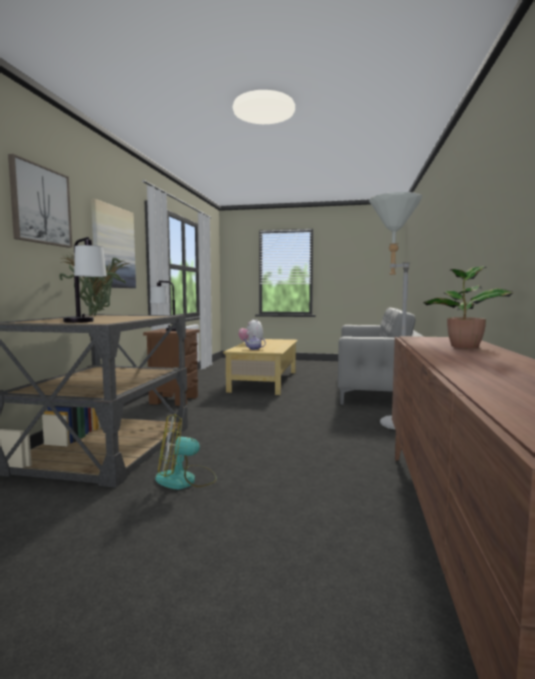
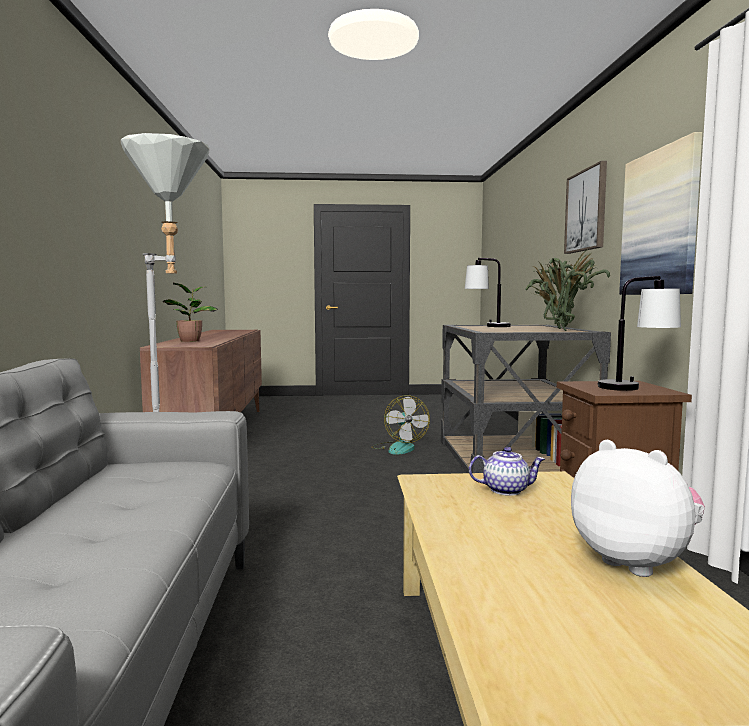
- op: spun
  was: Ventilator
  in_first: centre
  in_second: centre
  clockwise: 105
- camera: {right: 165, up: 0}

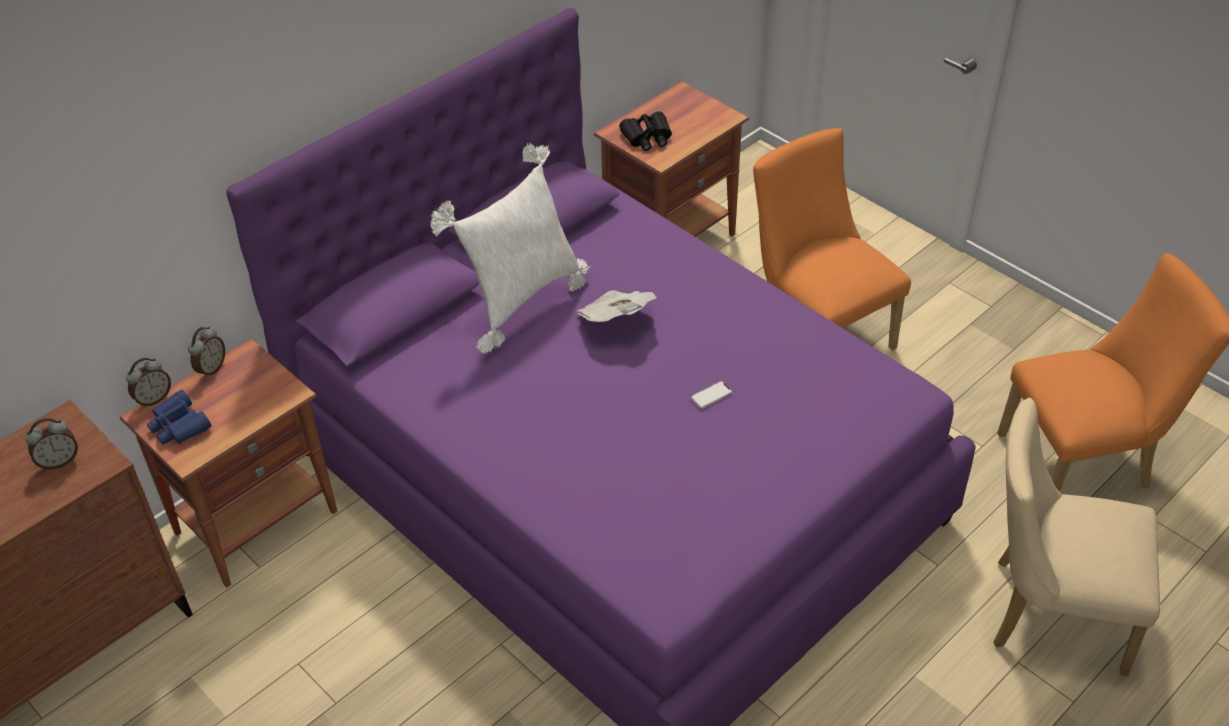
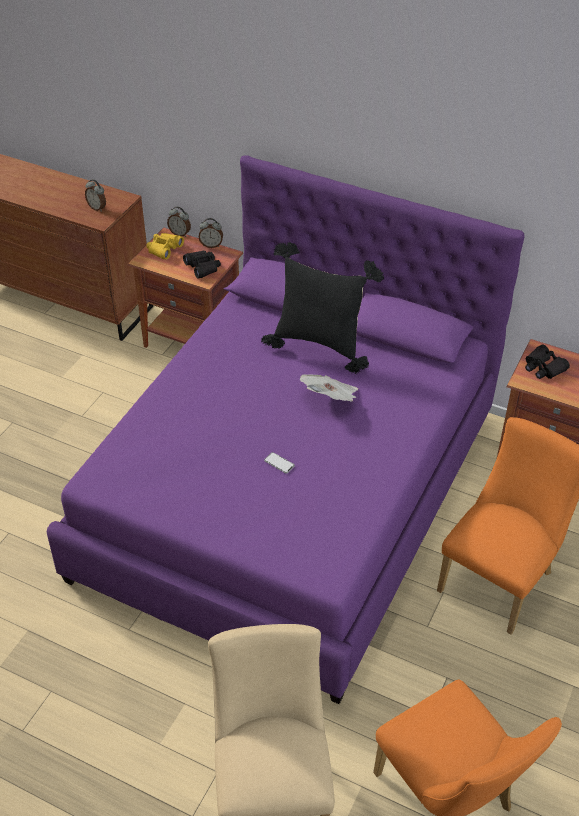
- op: colour
  was: Fernglas/blau
  now: Fernglas/gelb
  in_first: middle left
  in_second: top left
- op: colour
  was: Kissen/weiß
  now: Kissen/schwarz
  in_first: centre
  in_second: centre
- op: appeared
  now: Fernglas/schwarz (no. 1 from left)
  in_second: top centre
- camera: {right: 70, up: 0}

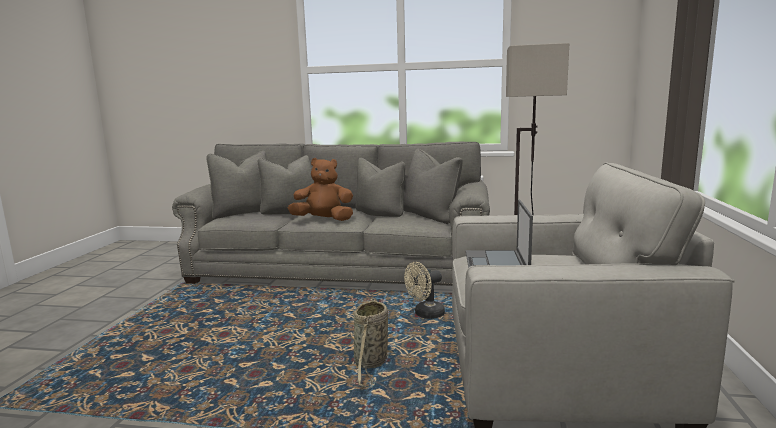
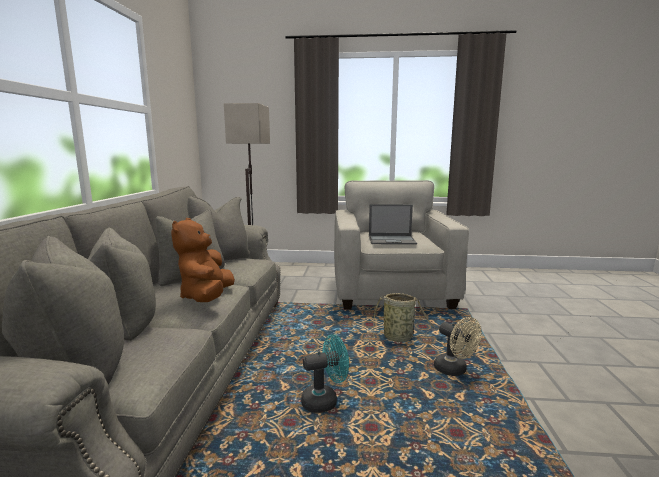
- op: relocated
  was: Ventilator/beige
  in_first: bottom centre
  in_second: bottom right
- op: appeared
  now: Ventilator/türkis
  in_second: bottom centre
- camera: {right: -95, up: 0}

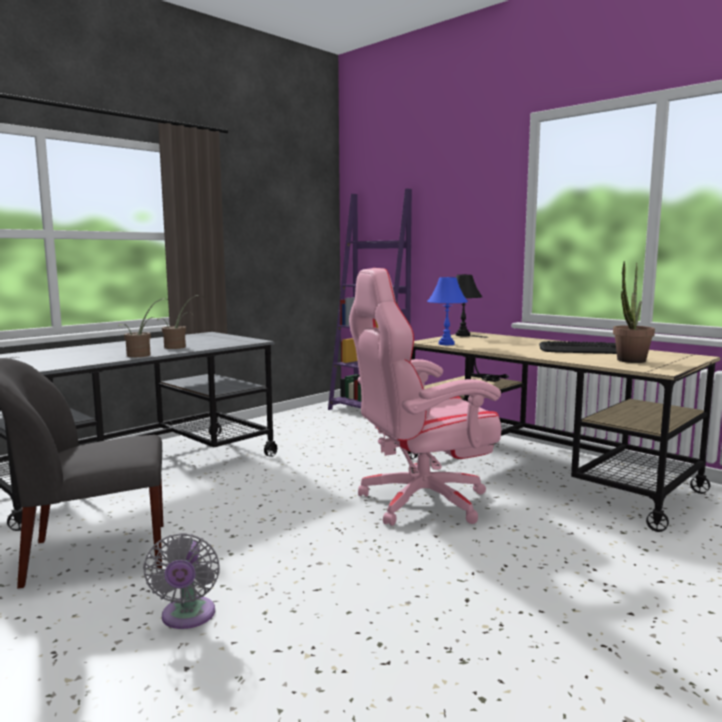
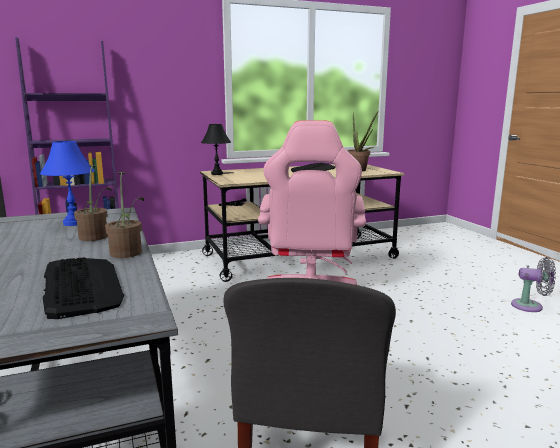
- op: relocated
  was: Ventilator/grau
  in_first: bottom left
  in_second: middle right
- op: relocated
  was: Tischlampe/blau
  in_first: centre
  in_second: middle left
- op: appeared
  now: Tastatur (no. 1 from left)
  in_second: middle left
- camera: {right: -65, up: 5}

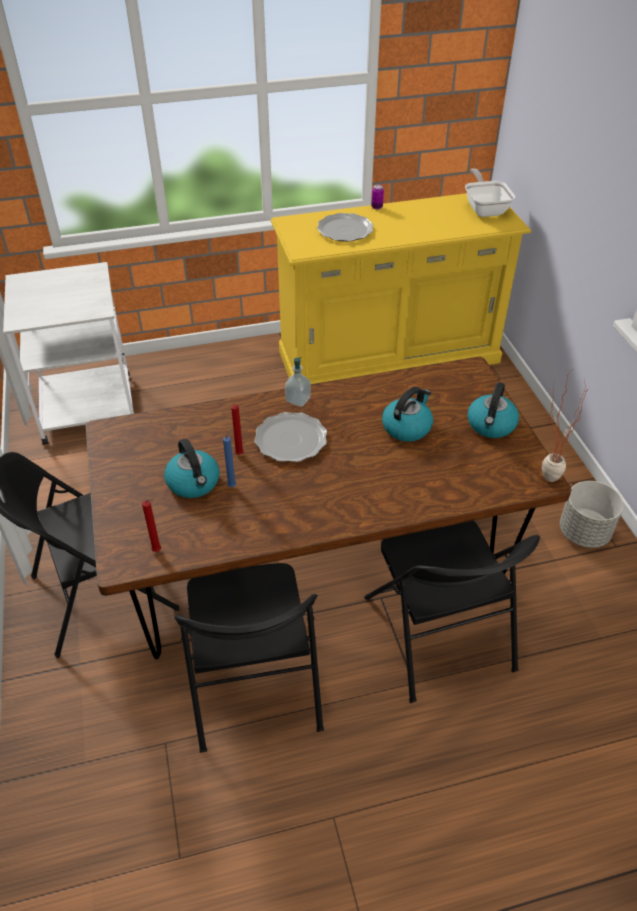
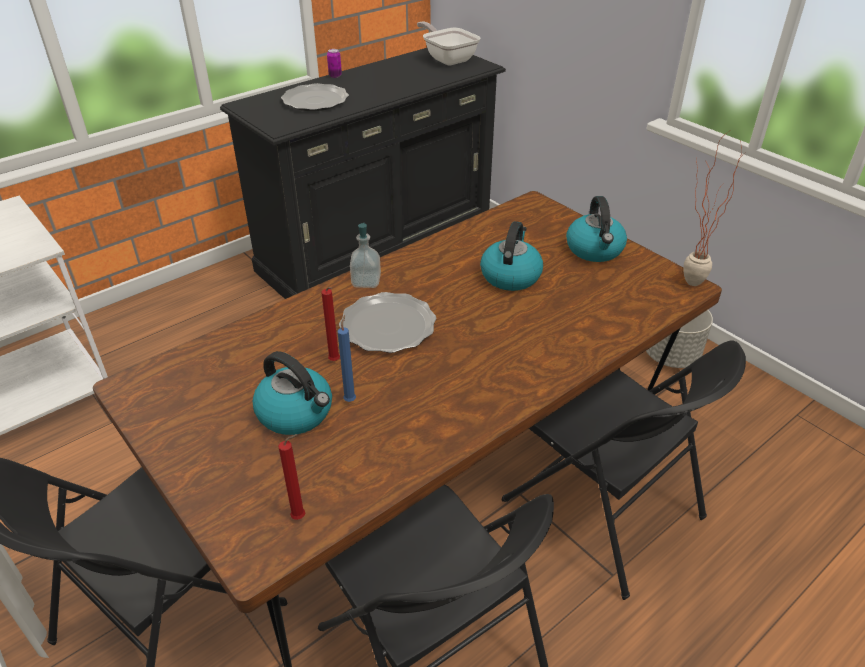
- op: colour
  was: Schrank/gelb
  now: Schrank/schwarz
  in_first: top centre
  in_second: top centre
- camera: {right: -25, up: -5}

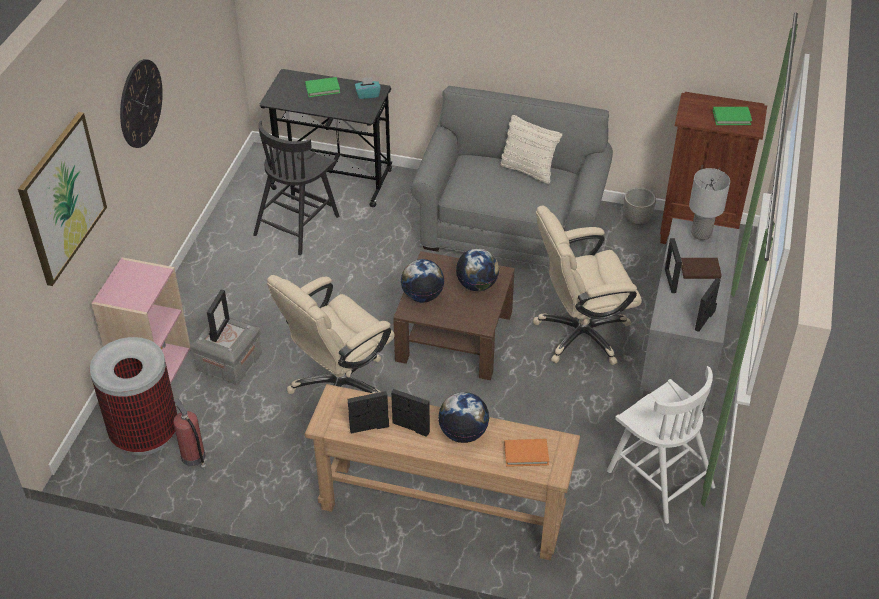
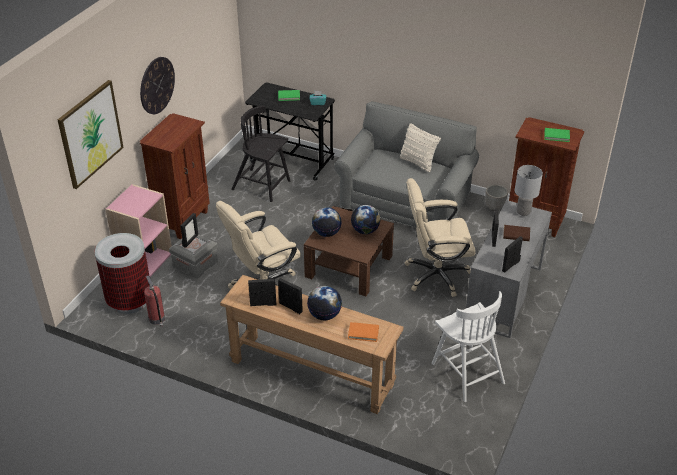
- op: spun
  was: Stuhl/schwarz
  in_first: top centre
  in_second: top centre
  clockwise: 75
- op: appeared
  now: Schrank/braun (no. 1 from left)
  in_second: middle left
- camera: {right: 10, up: -5}

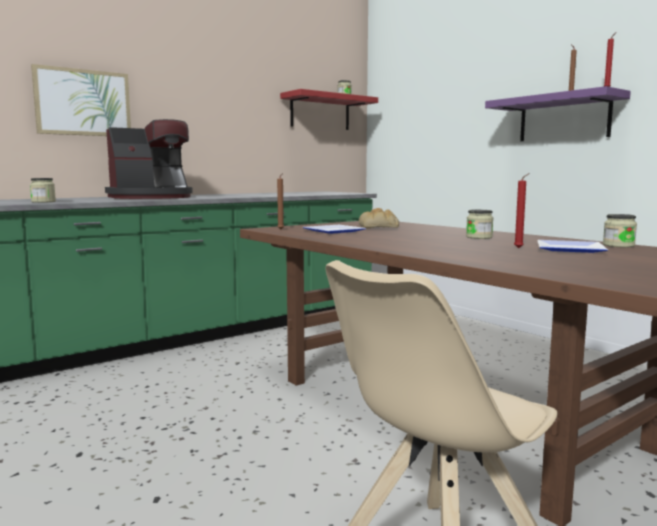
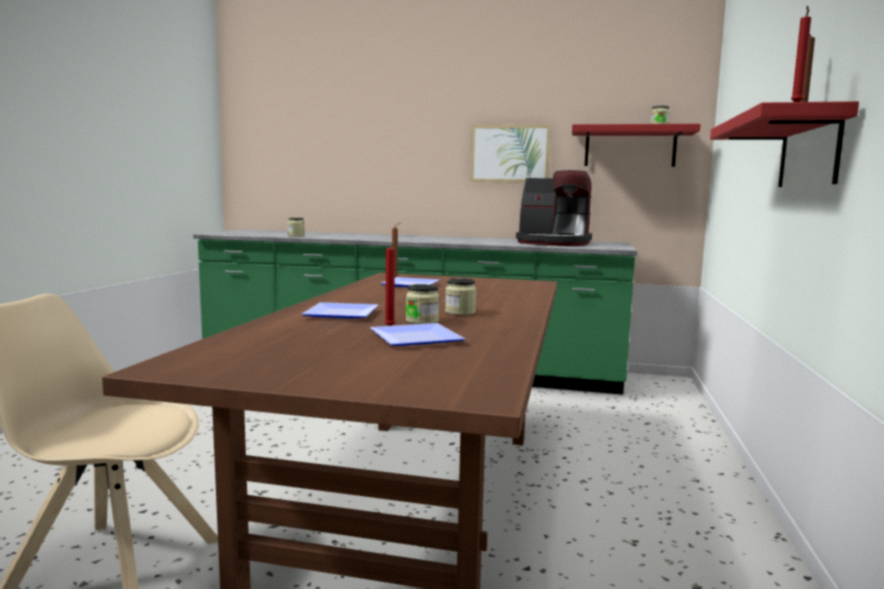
- op: relocated
  was: Bild
  in_first: top left
  in_second: top centre
- op: relocated
  was: Kaffeemaschine
  in_first: top left
  in_second: centre
- op: missing
  was: Brot
  in_first: centre
- op: colour
  was: Wandregal/lila
  now: Wandregal/rot (no. 2 from left)
  in_first: top right
  in_second: top right
- op: relocated
  was: Vorratsglas (no. 4 from left in the first image)
  now: Vorratsglas (no. 2 from left)
  in_first: middle right
  in_second: centre
- op: appeared
  now: Teller (no. 1 from left)
  in_second: centre
- camera: {right: 50, up: 0}

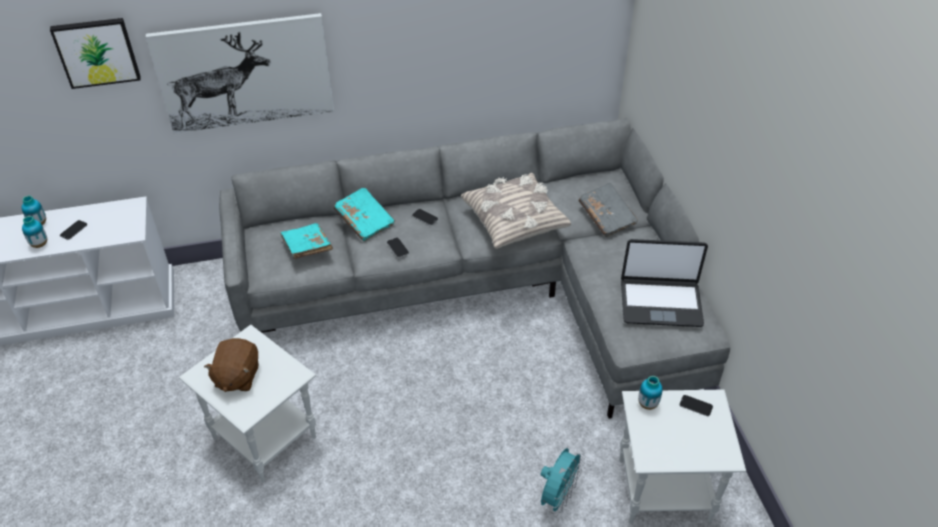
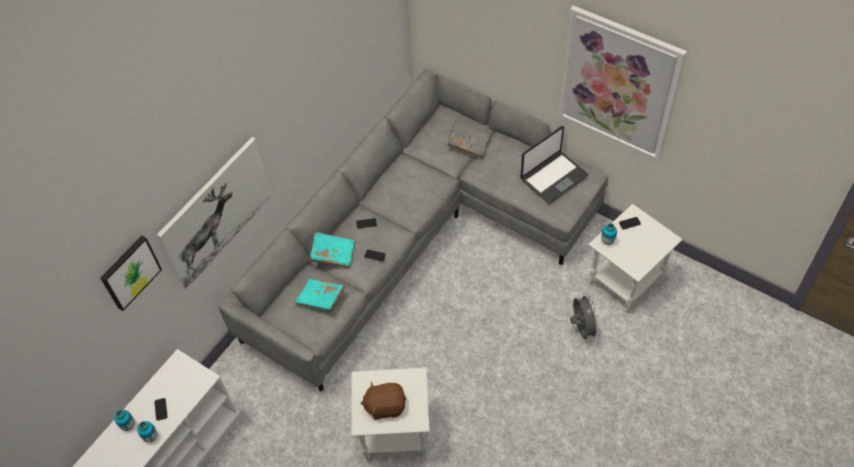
- op: spun
  was: Plüschtier/braun
  in_first: bottom left
  in_second: bottom centre
  clockwise: 120
- op: missing
  was: Kissen/beige
  in_first: centre
- op: colour
  was: Ventilator/türkis
  now: Ventilator/grau
  in_first: bottom centre
  in_second: bottom right
- op: appeared
  now: Bild (no. 3 from left)
  in_second: top right
- camera: {right: -40, up: 10}

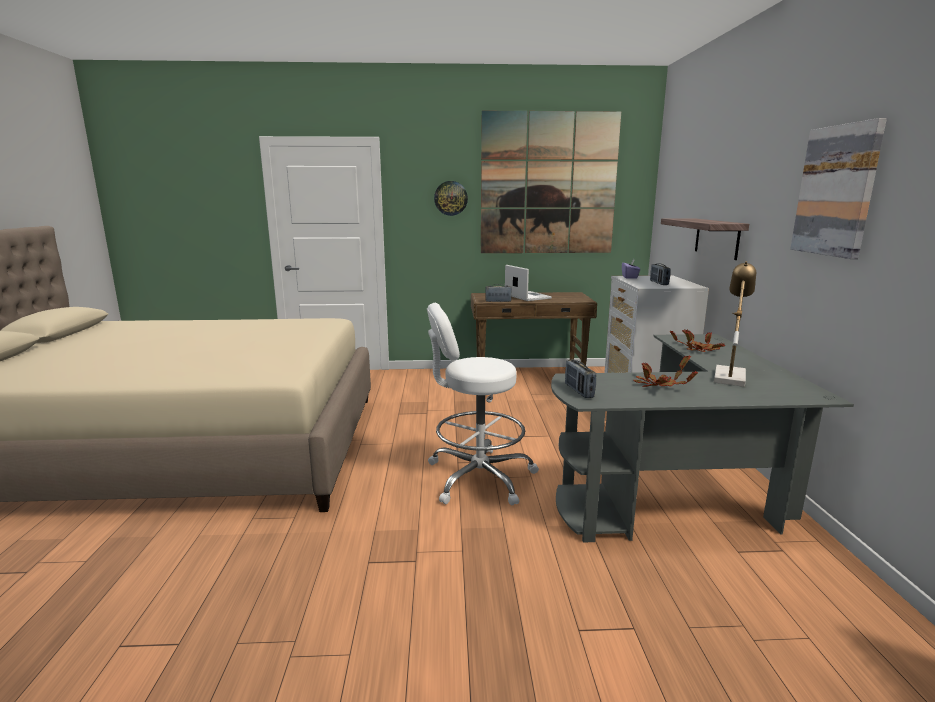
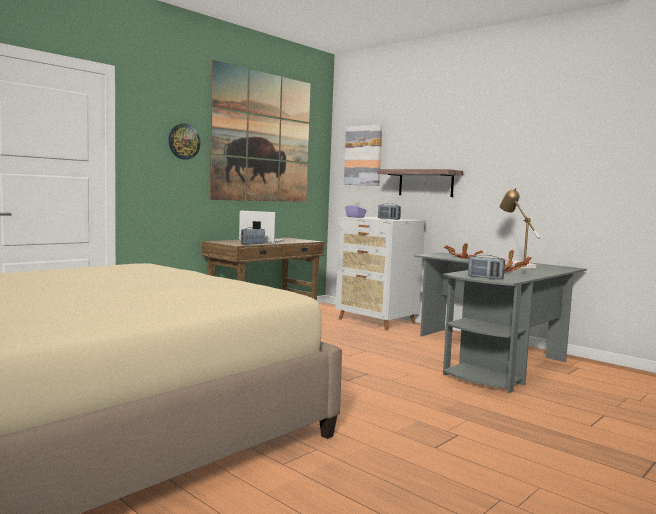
- op: missing
  was: Hocker/weiß
  in_first: centre
- op: relocated
  was: Bild (no. 2 from left)
  in_first: top right
  in_second: top centre
- camera: {right: -45, up: -10}

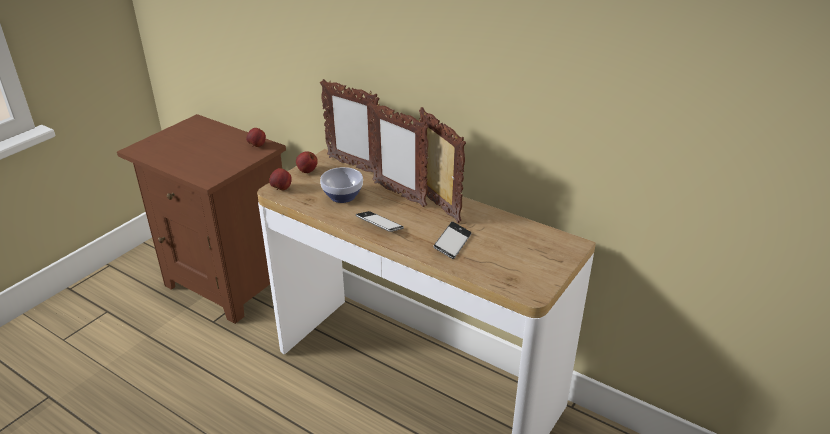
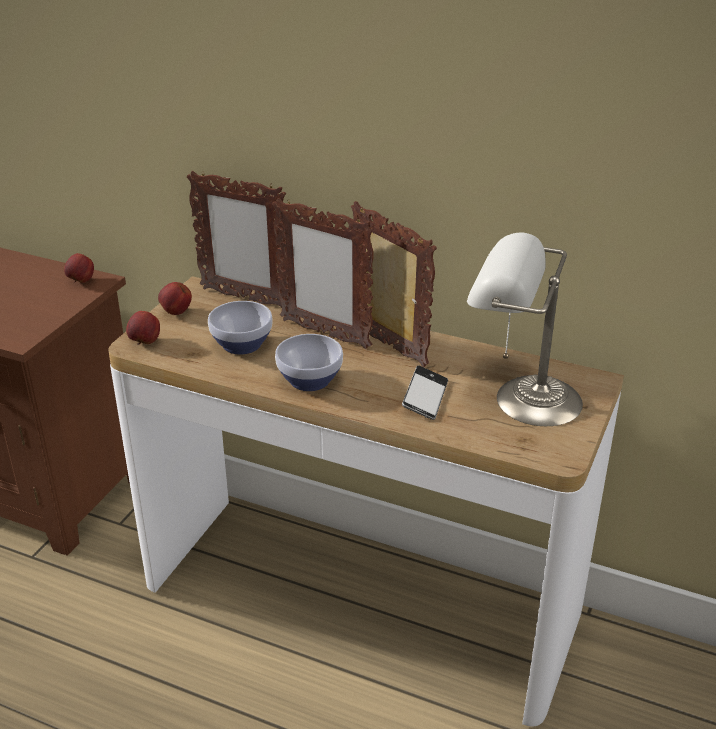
- op: exchanged
  was: Handy (no. 1 from left)
  now: Schüssel (no. 2 from left)
  in_first: centre
  in_second: centre
- op: appeared
  now: Tischlampe/weiß
  in_second: middle right
- camera: {right: -10, up: 0}

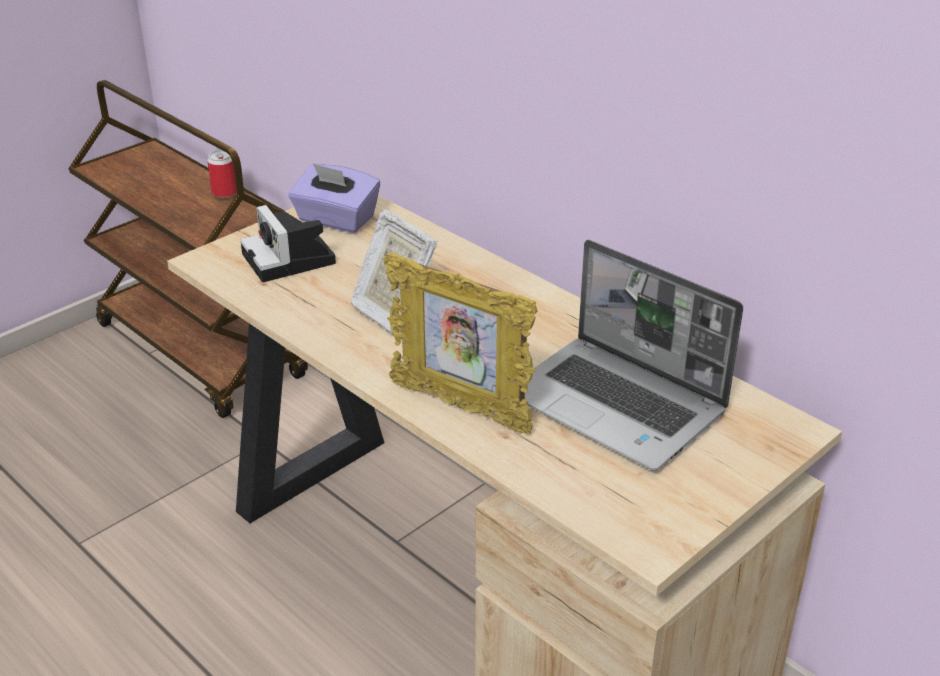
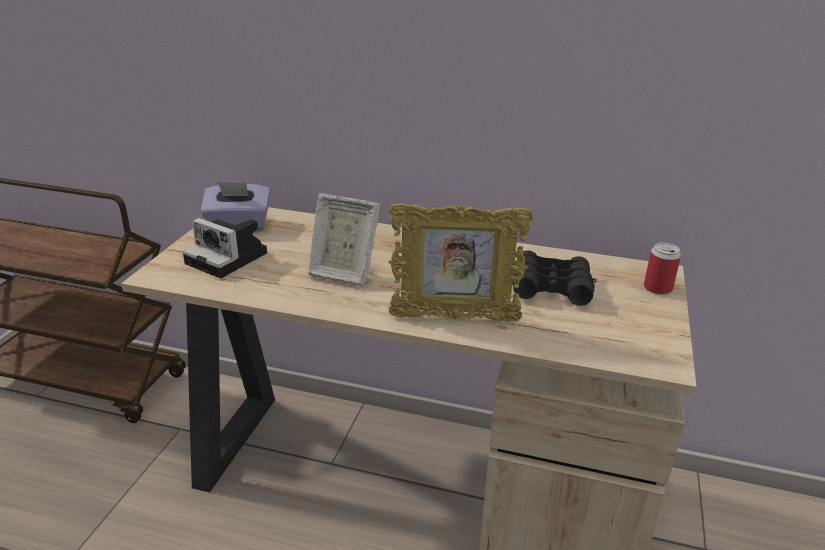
- op: relocated
  was: Dose
  in_first: top left
  in_second: middle right
- op: exchanged
  was: Laptop
  now: Fernglas/schwarz
  in_first: middle right
  in_second: middle right
- camera: {right: -30, up: -5}

